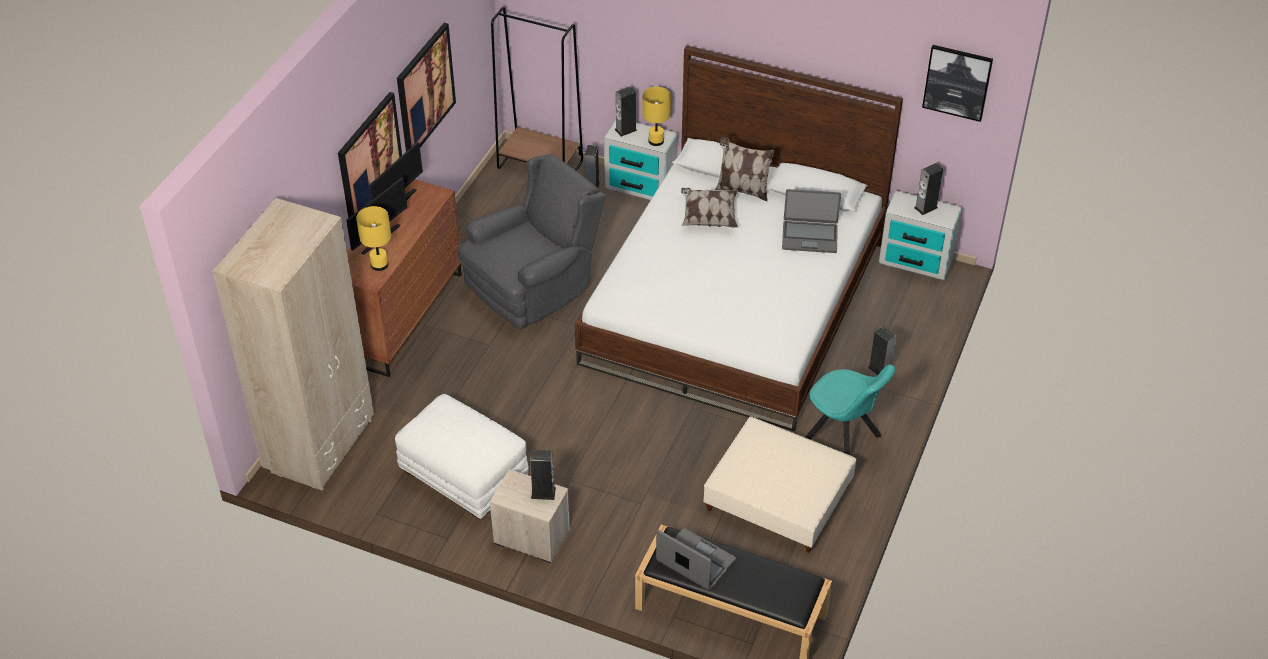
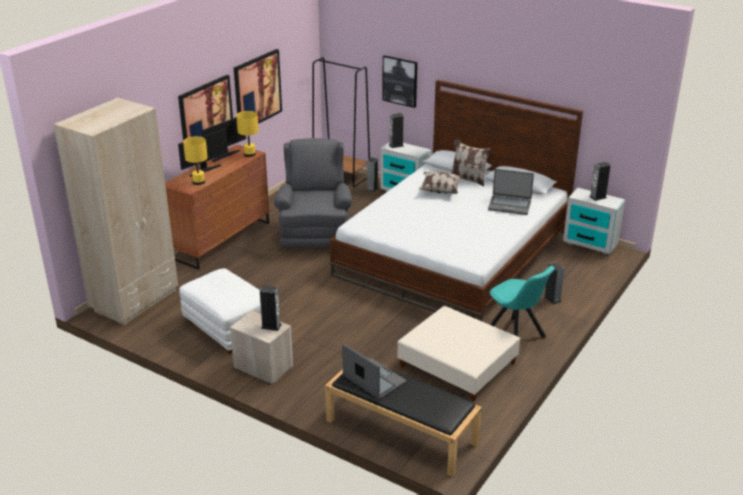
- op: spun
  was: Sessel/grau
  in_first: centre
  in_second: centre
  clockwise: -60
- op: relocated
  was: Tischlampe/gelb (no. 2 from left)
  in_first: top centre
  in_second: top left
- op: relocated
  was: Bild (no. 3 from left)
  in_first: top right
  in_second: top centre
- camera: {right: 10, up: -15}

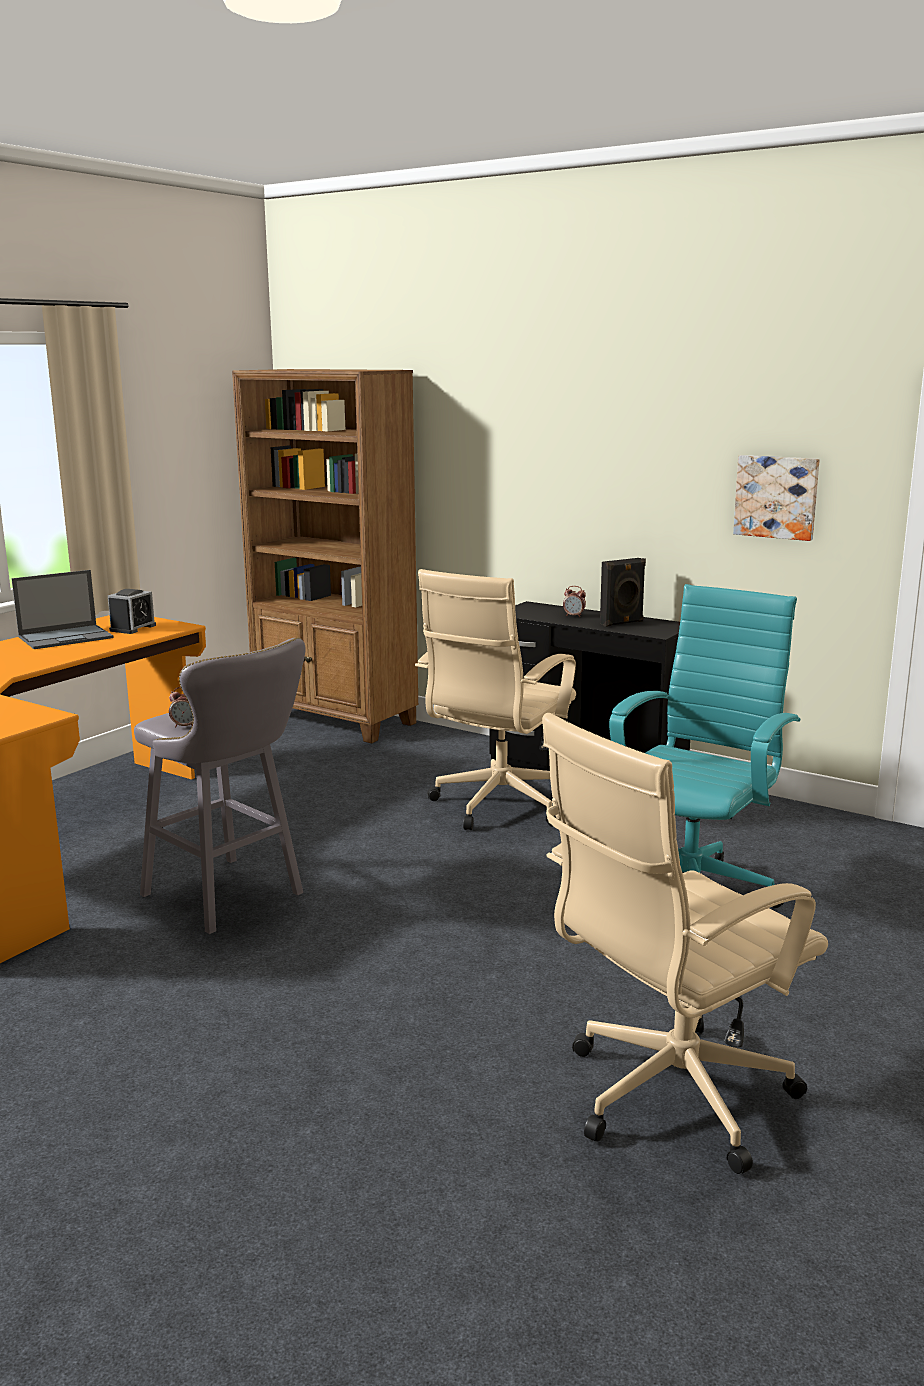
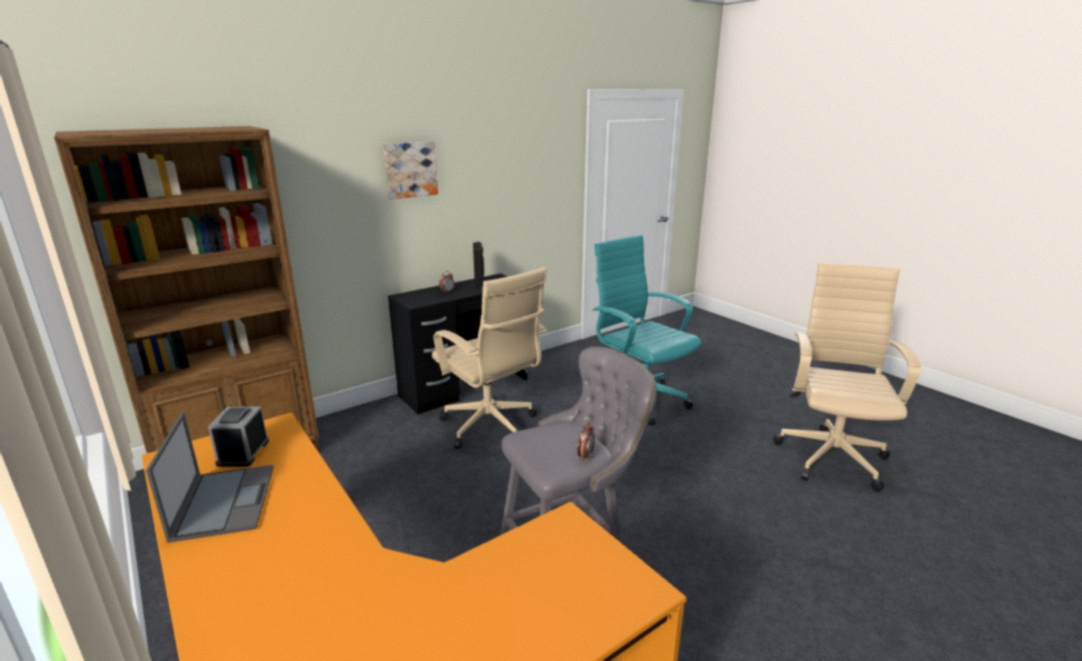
- op: spun
  was: Wecker (no. 1 from left)
  in_first: middle left
  in_second: middle left
  clockwise: -135
- op: spun
  was: Bürostuhl/beige (no. 2 from left)
  in_first: bottom right
  in_second: middle right
  clockwise: -150
- op: relocated
  was: Bild
  in_first: middle right
  in_second: top centre
- camera: {right: -70, up: 5}

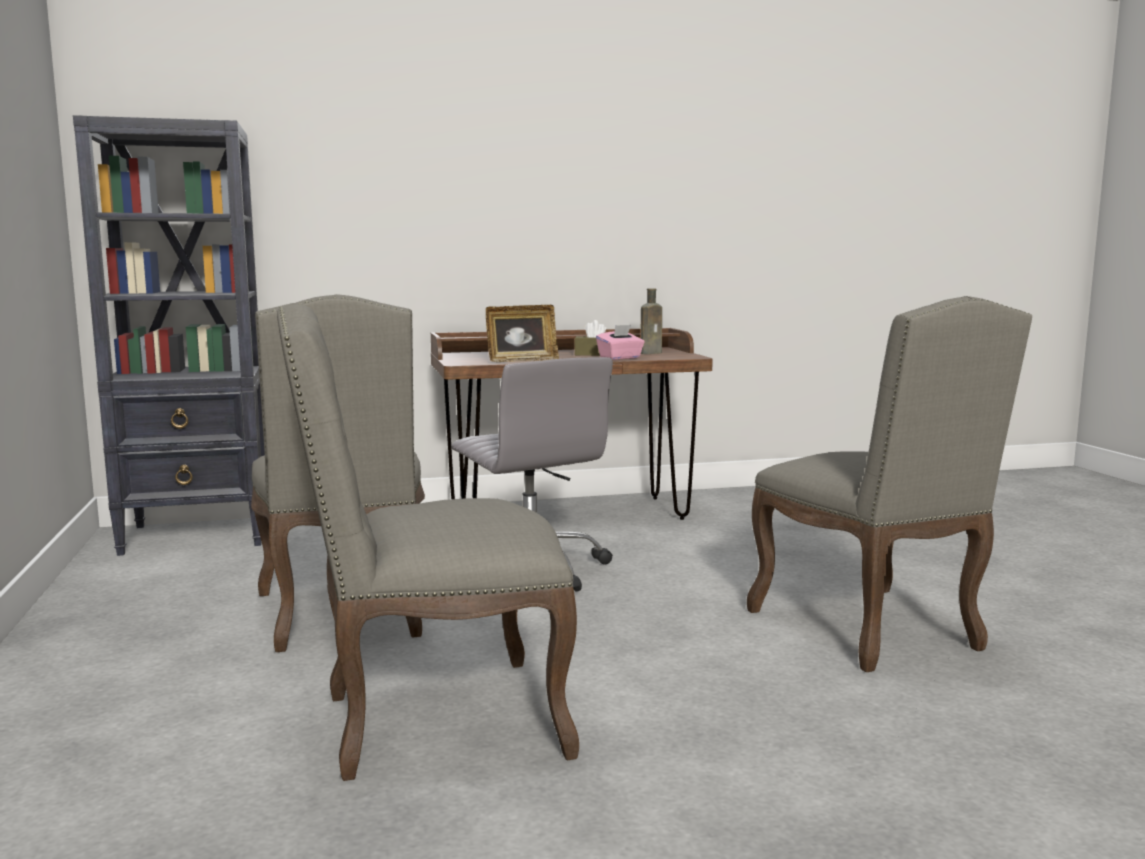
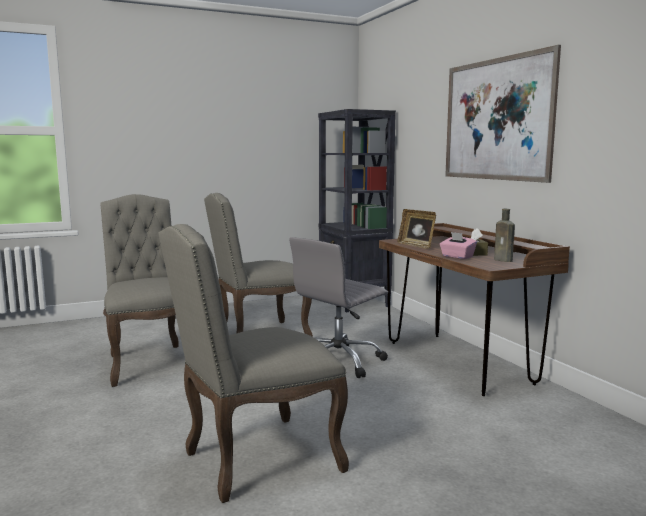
- op: appeared
  now: Bild
  in_second: top right
- camera: {right: 80, up: 0}

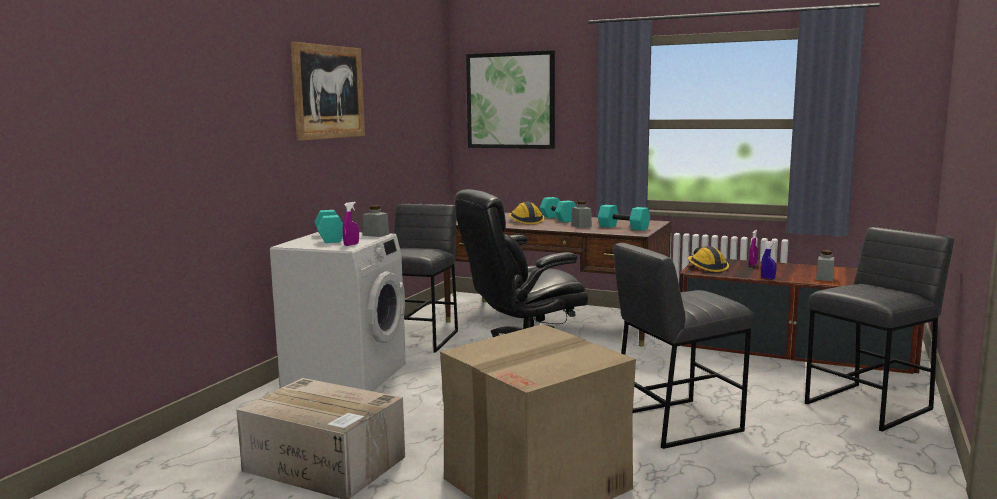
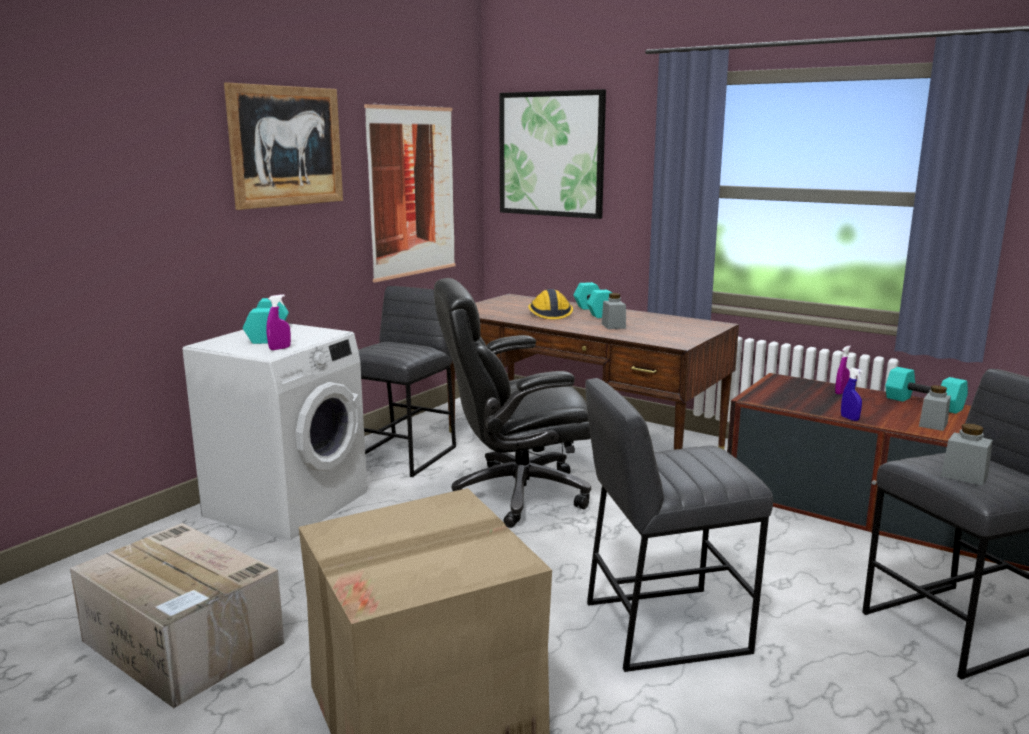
- op: relocated
  was: Vorratsglas/grau (no. 1 from left in the first image)
  now: Vorratsglas/grau (no. 3 from left)
  in_first: centre
  in_second: middle right
- op: relocated
  was: Hantel/türkis (no. 3 from left)
  in_first: centre
  in_second: middle right
- op: missing
  was: Schutzhelm (no. 2 from left)
  in_first: middle right
- op: appeared
  now: Bild (no. 2 from left)
  in_second: top centre
- camera: {right: 10, up: 5}

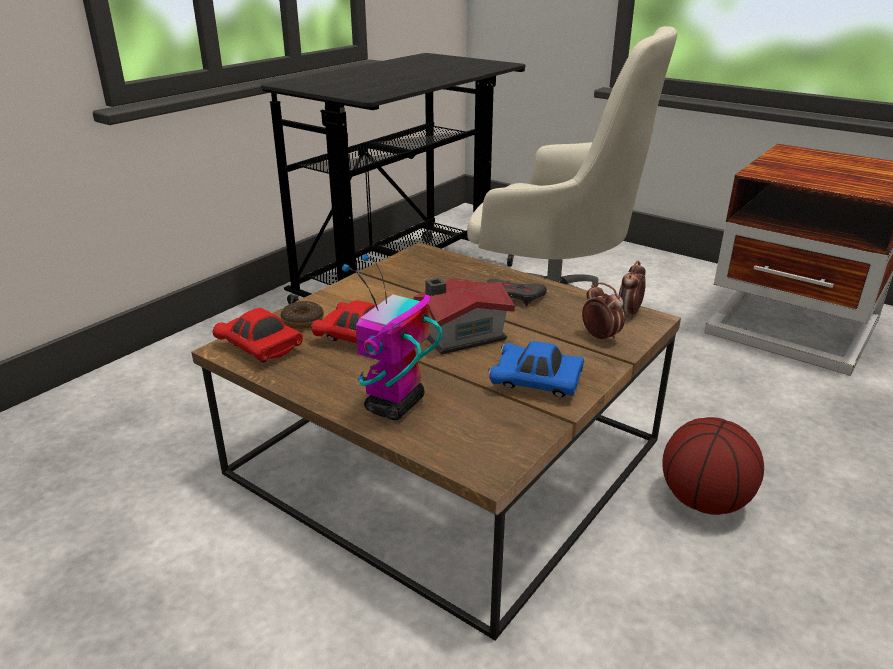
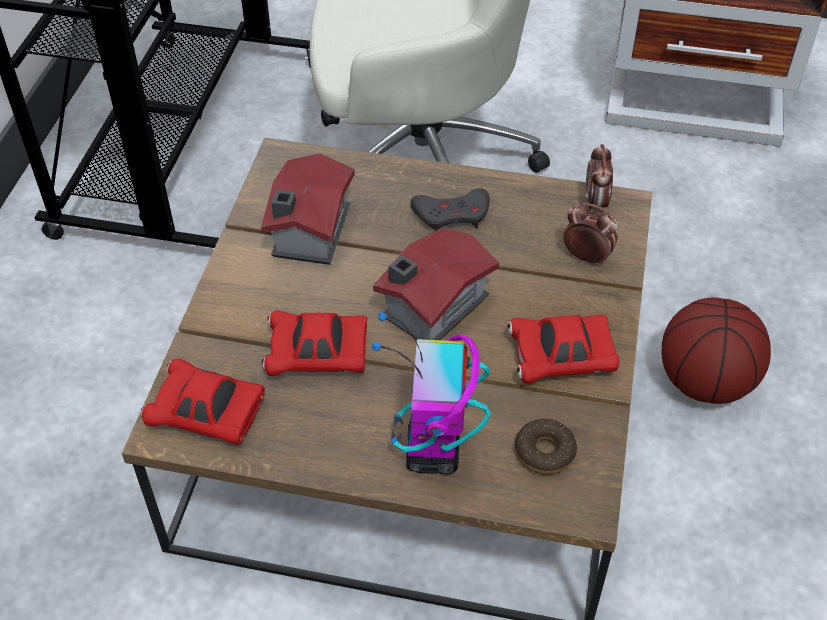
- op: relocated
  was: Donut
  in_first: centre
  in_second: bottom centre
- op: colour
  was: Spielzeugauto/blau
  now: Spielzeugauto/rot (no. 3 from left)
  in_first: centre
  in_second: middle right
- op: appeared
  now: Spielzeughaus (no. 1 from left)
  in_second: centre
- camera: {right: -25, up: 20}

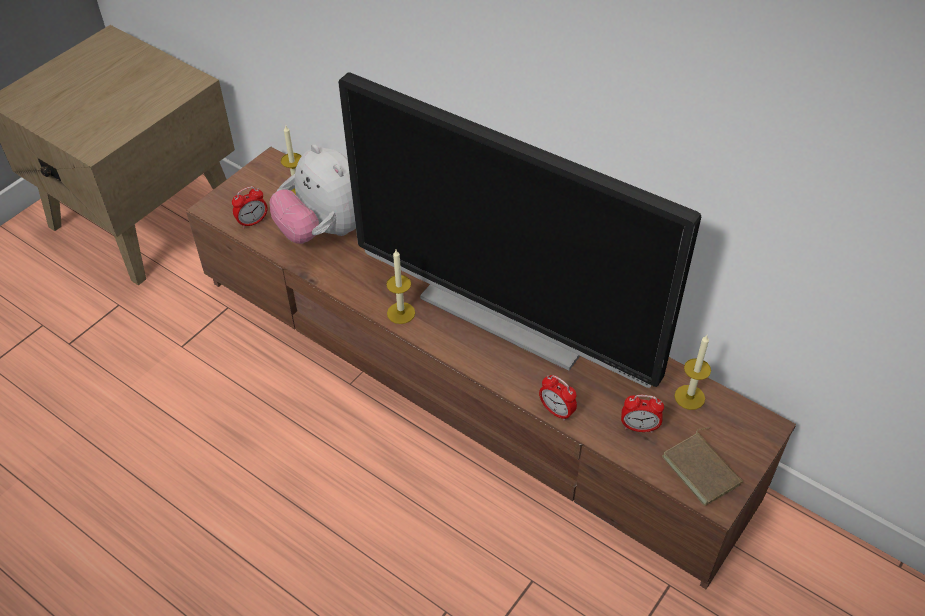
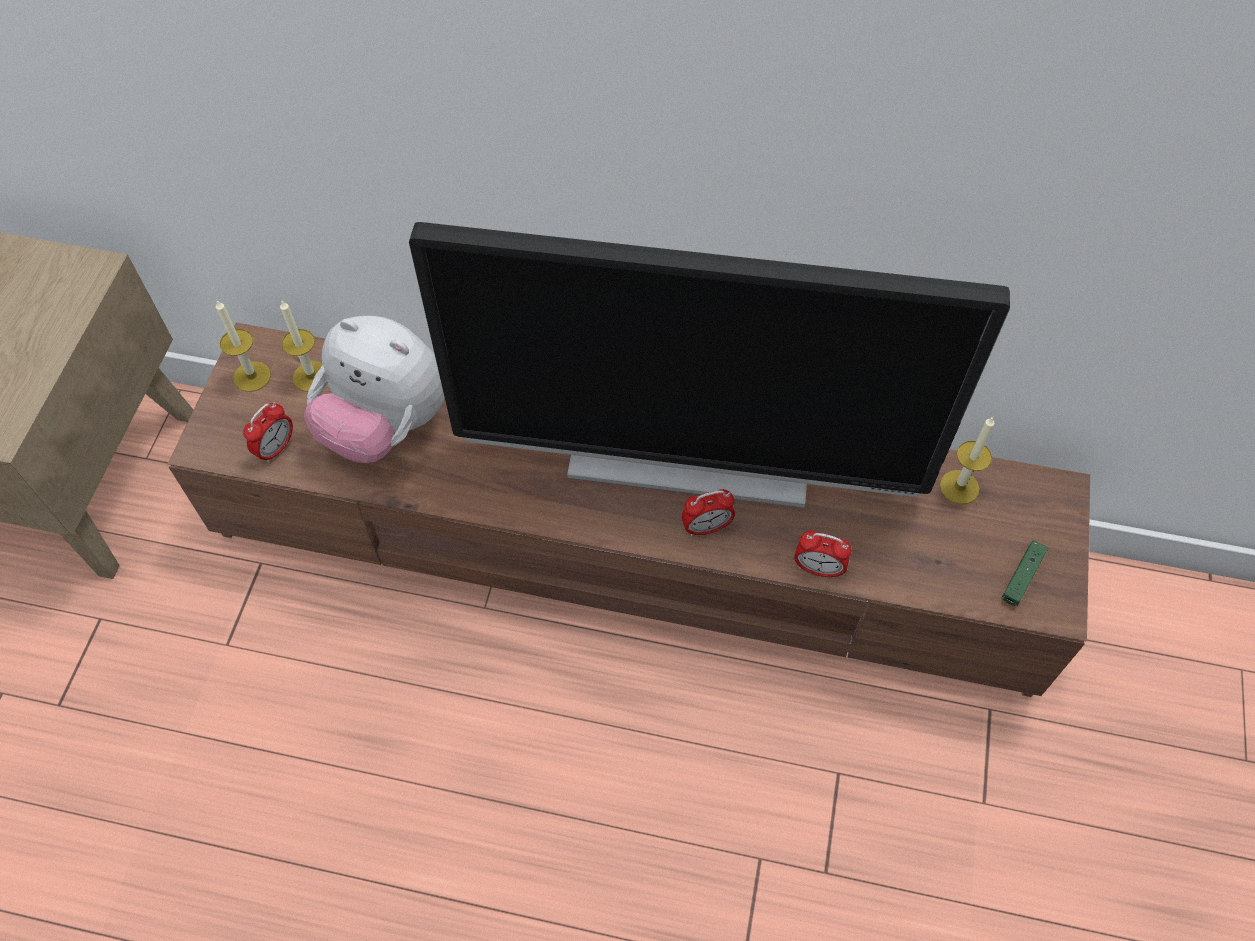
- op: relocated
  was: Kerze (no. 2 from left in the first image)
  now: Kerze (no. 1 from left)
  in_first: centre
  in_second: middle left
- op: relocated
  was: Wecker (no. 3 from left in the first image)
  now: Wecker (no. 2 from left)
  in_first: bottom right
  in_second: centre
- op: exchanged
  was: Buch/braun
  now: Gamepad/grün
  in_first: bottom right
  in_second: middle right
- camera: {right: -25, up: 10}

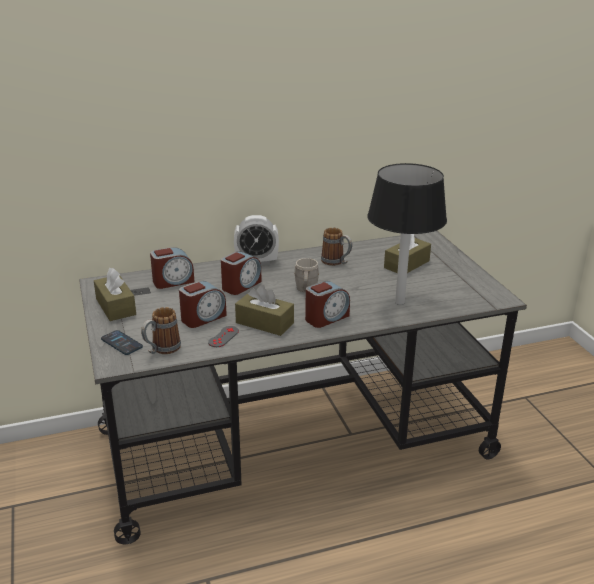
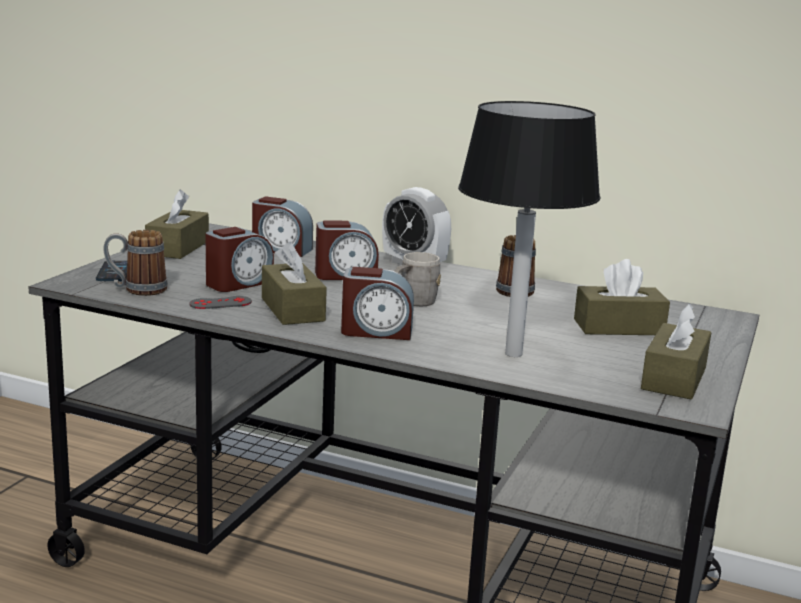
- op: spun
  was: Wecker (no. 2 from left in the first image)
  in_first: centre
  in_second: middle left
  clockwise: -45
- op: appeared
  now: Taschentuchbox/braun (no. 4 from left)
  in_second: middle right
- camera: {right: 40, up: -10}

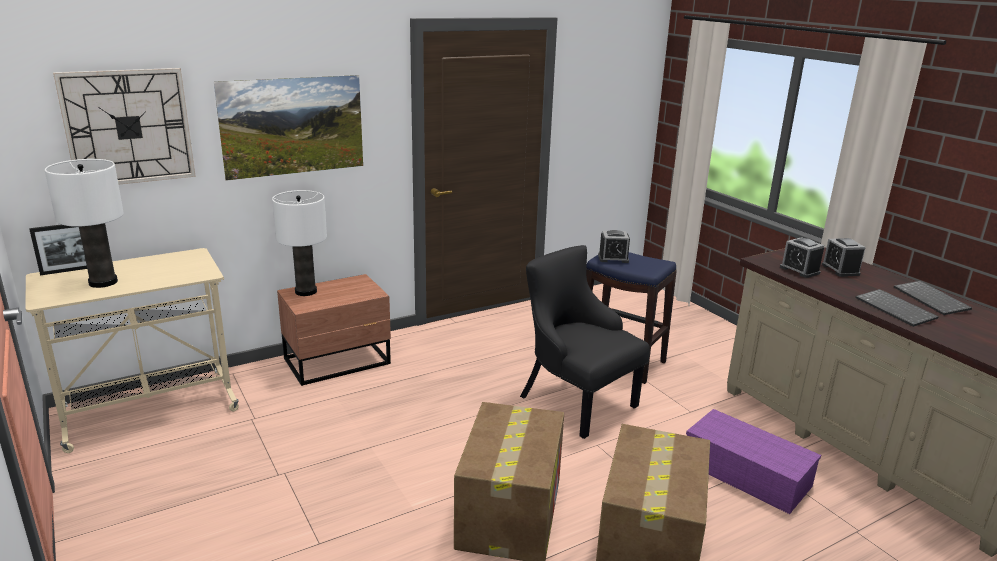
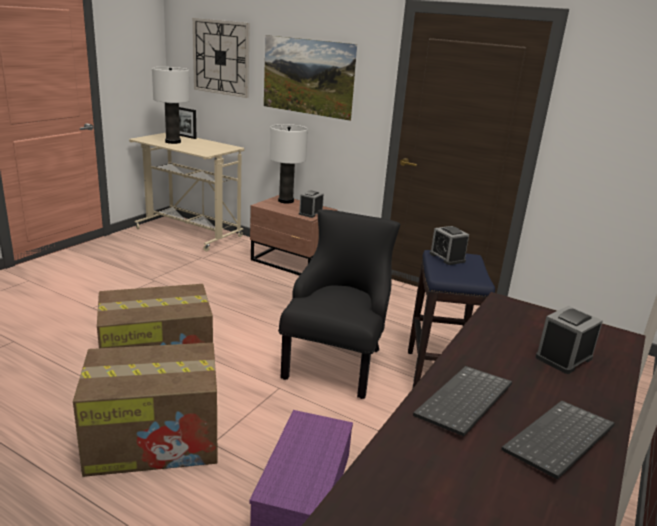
- op: relocated
  was: Wecker (no. 2 from left in the first image)
  now: Wecker (no. 1 from left)
  in_first: middle right
  in_second: centre
- camera: {right: 60, up: 0}

